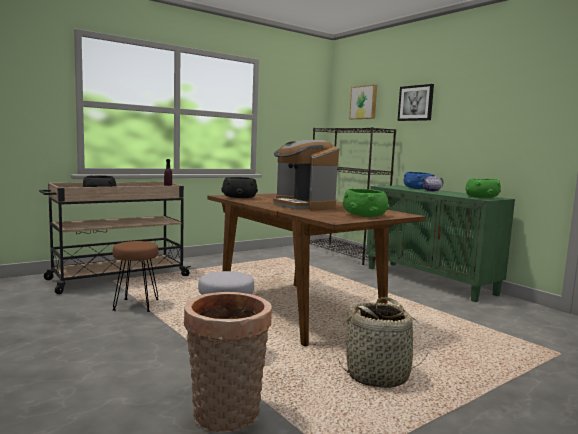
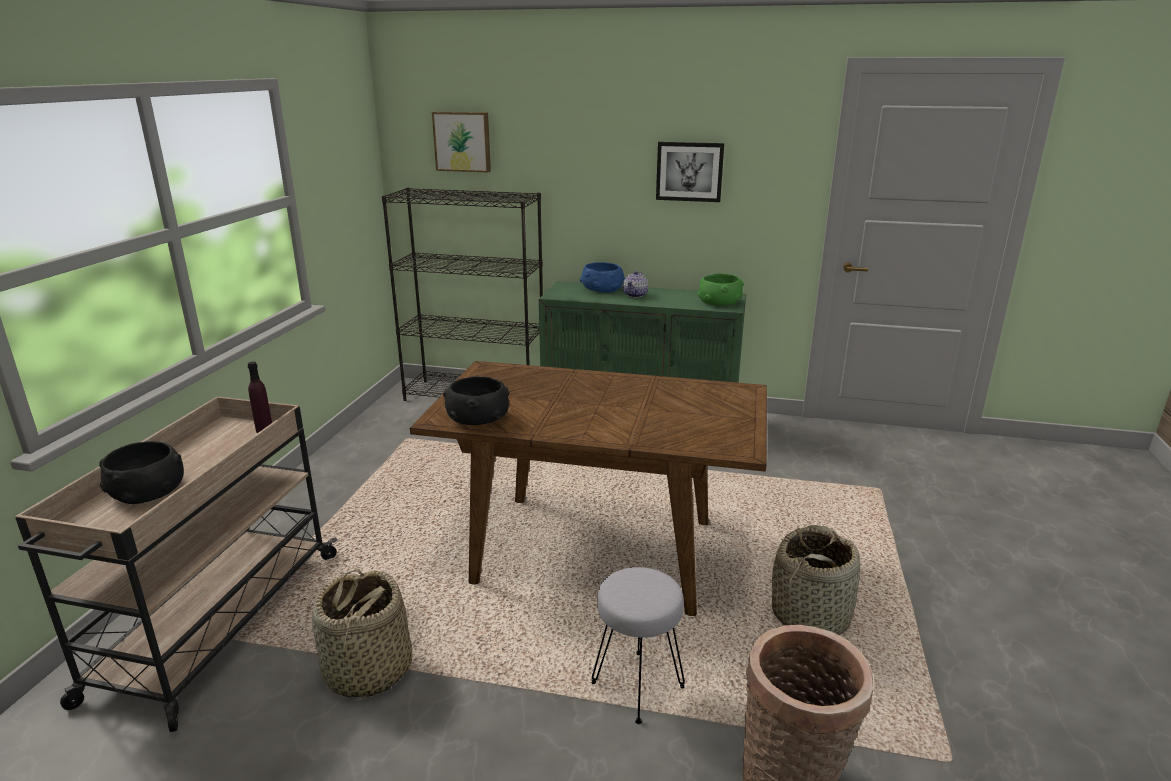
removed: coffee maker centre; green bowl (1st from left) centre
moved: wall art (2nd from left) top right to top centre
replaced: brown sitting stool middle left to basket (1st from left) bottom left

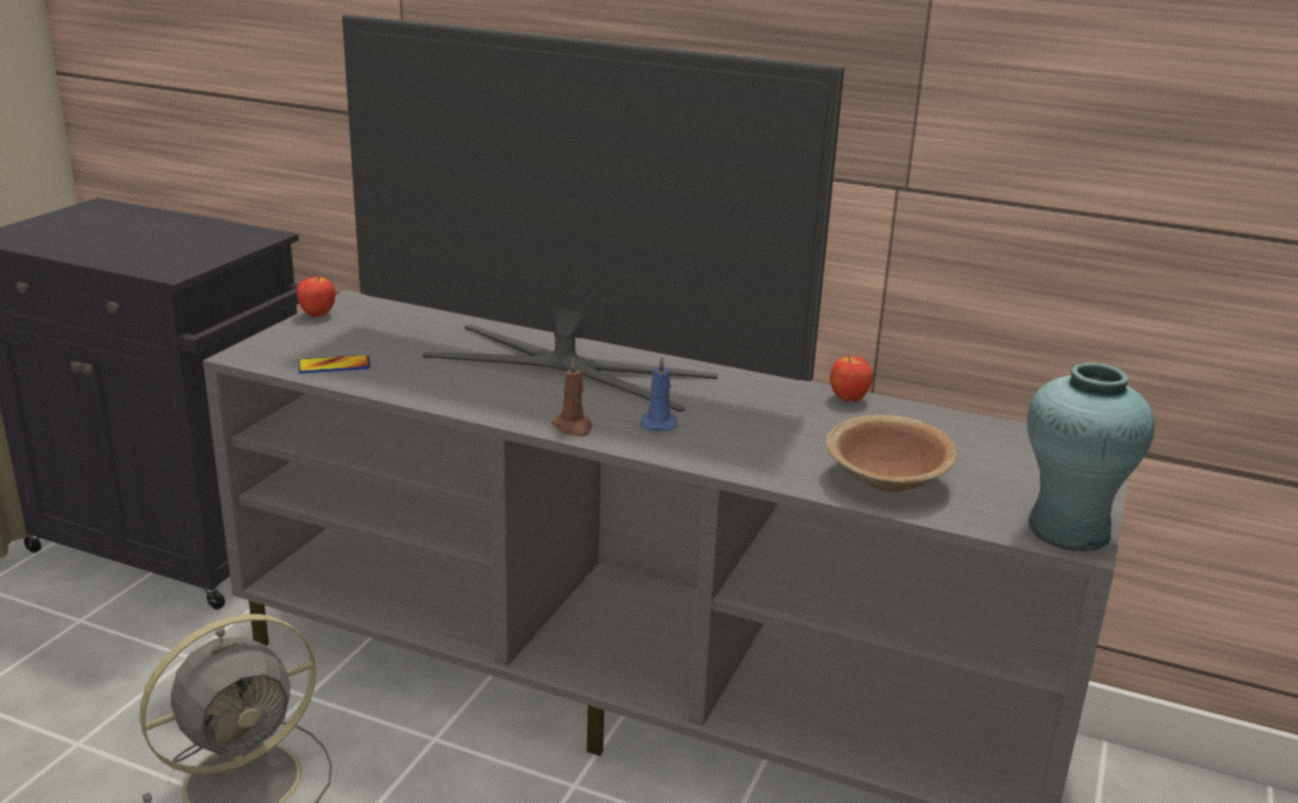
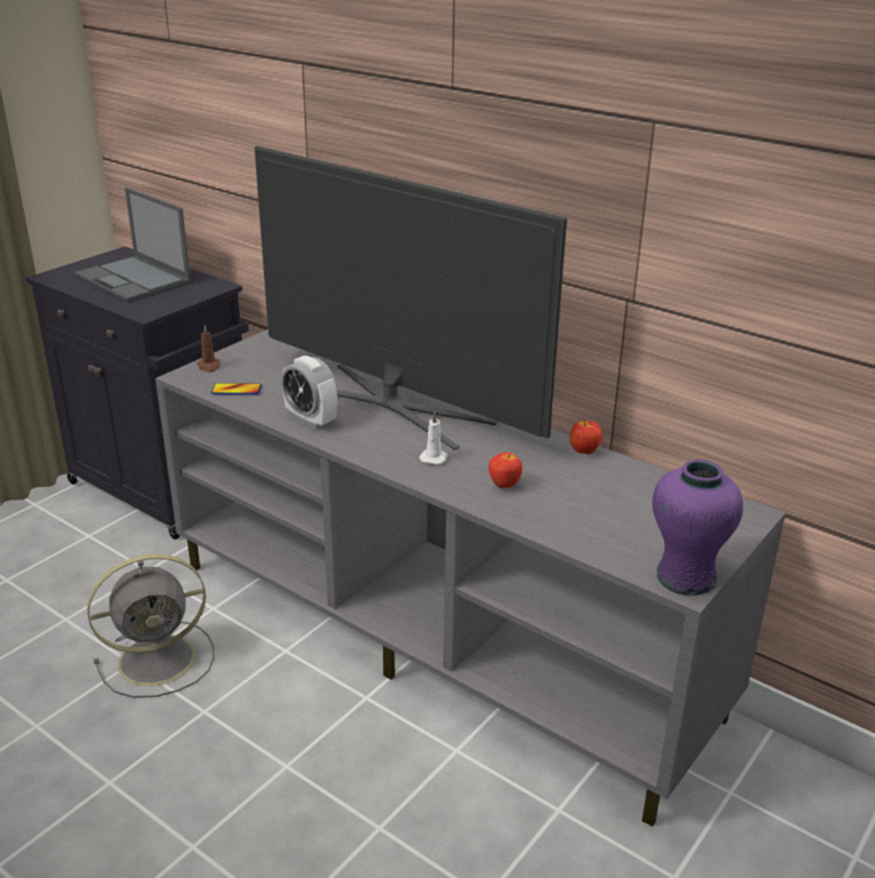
removed: brown bowl middle right
added: laptop top left; table clock centre
moved: whole apple (1st from left) middle left to centre; brown wax light centre to middle left
recoloured: blue wax light centre to white wax light centre; turquoise-coloured flower vase middle right to purplish flower vase middle right

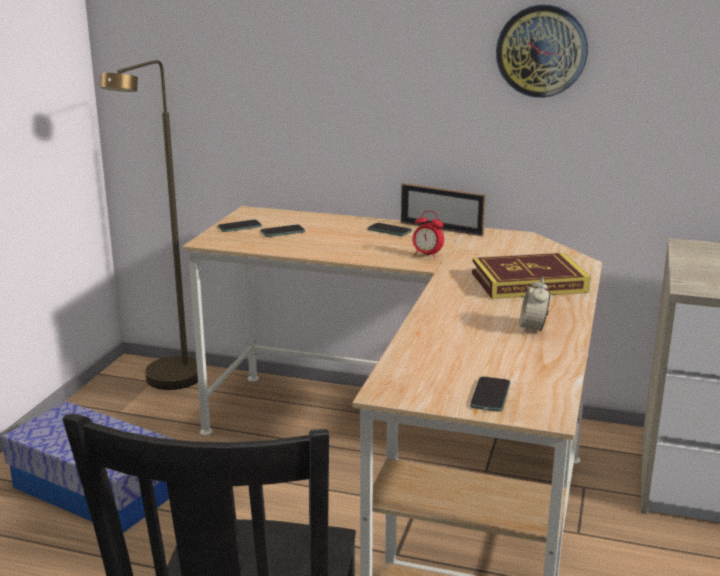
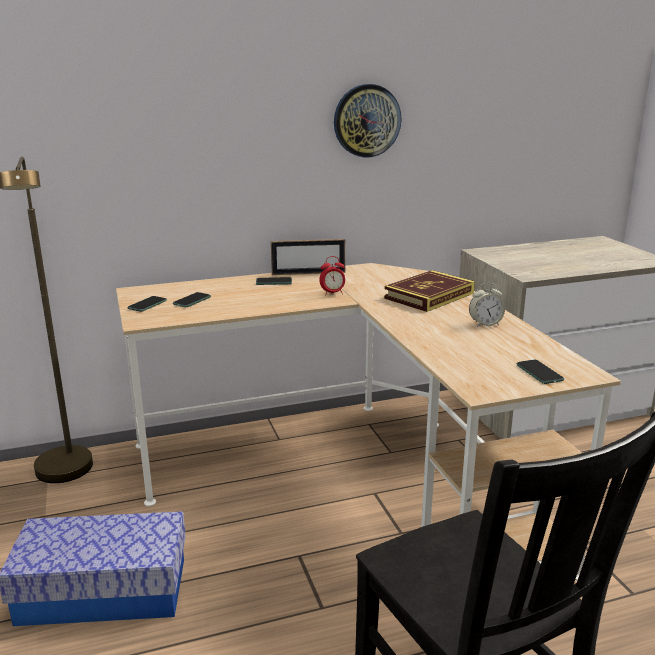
turned: table clock (2nd from left) middle right = middle right 75 degrees counterclockwise

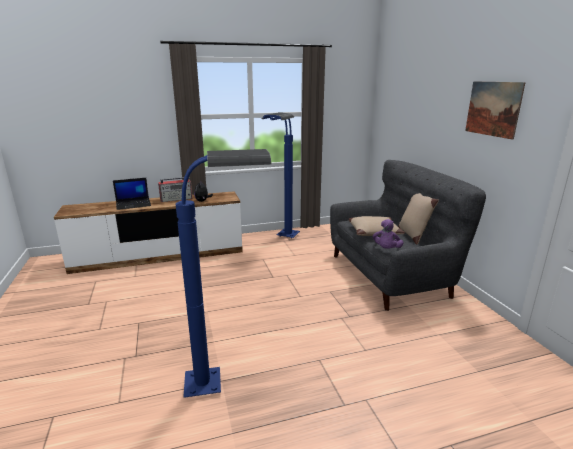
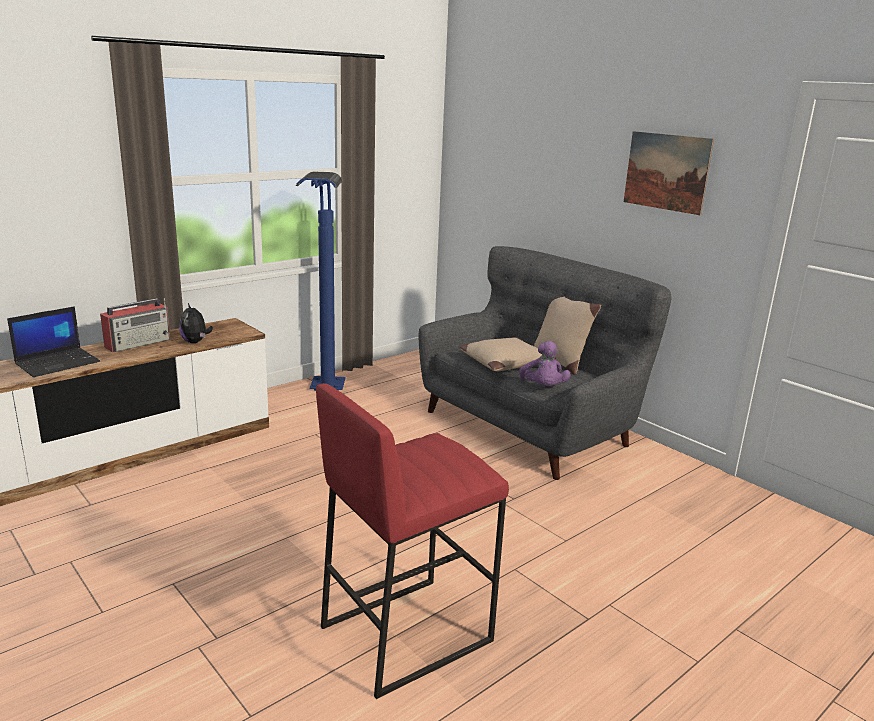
replaced: blue standing lamp (1st from left) centre to reddish sitting stool bottom centre

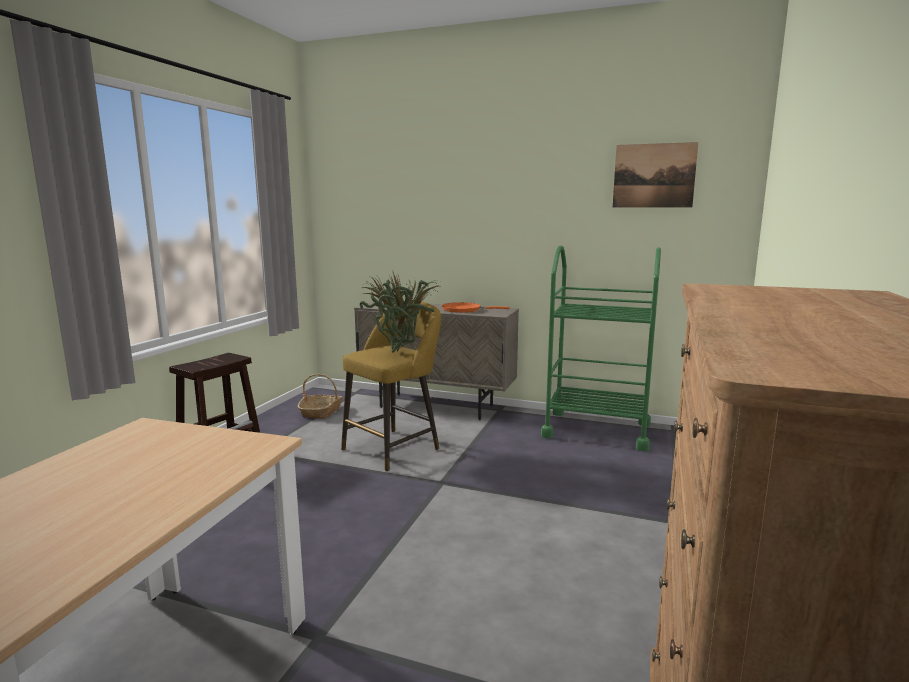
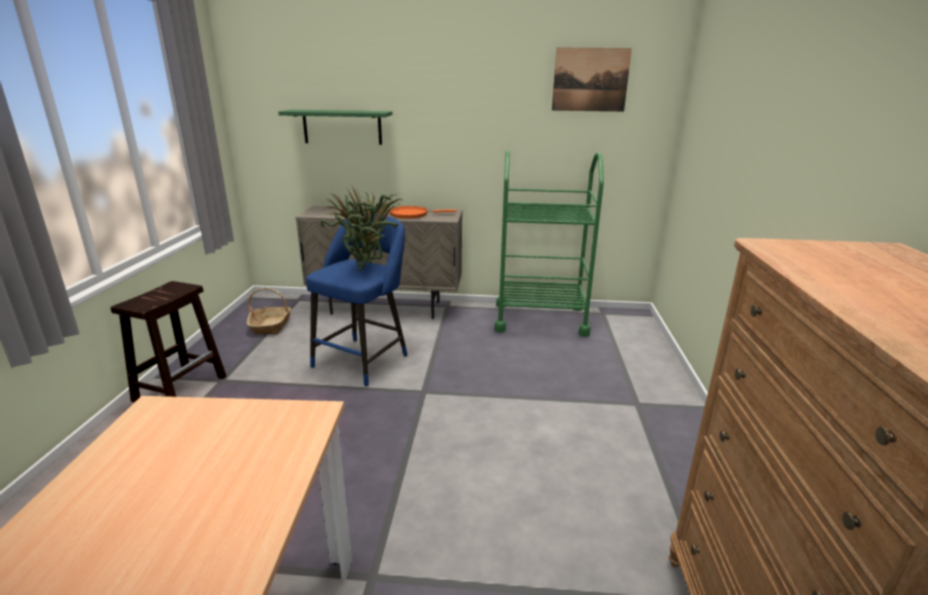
added: green wall shelf top centre
recoloured: yellowish sitting stool centre to blue sitting stool centre

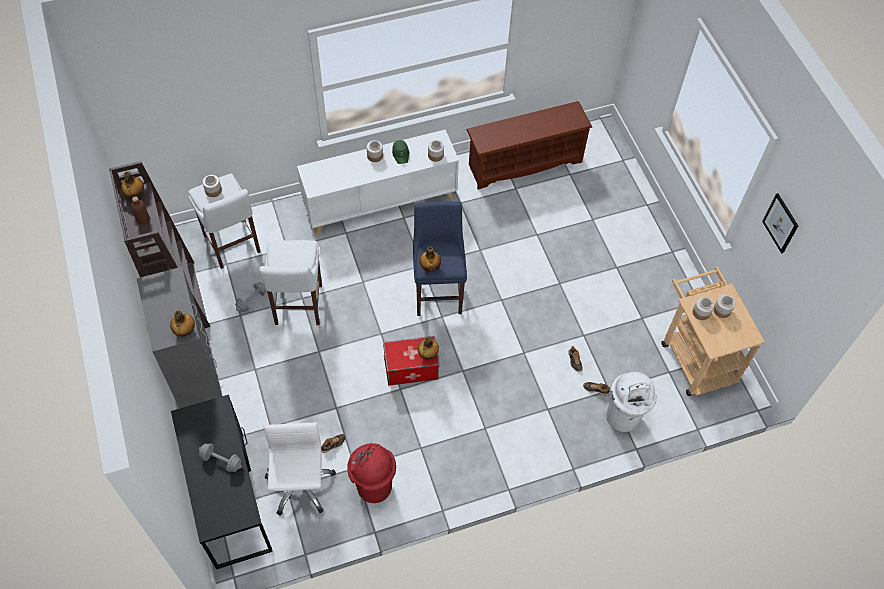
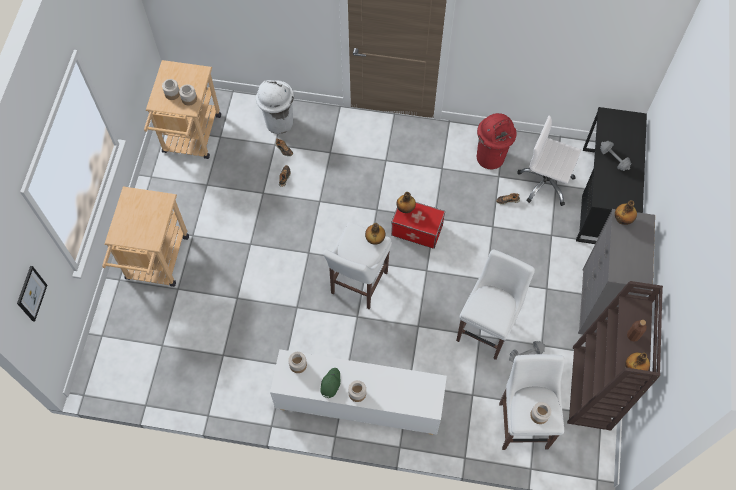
removed: brown shoe shelf top centre
added: sand-coloured wheeled cart (1st from left) middle left
moved: wall art middle right to middle left
recoloured: blue sitting stool centre to white sitting stool (1st from left) centre
turned: white office chair bottom centre = top right 90 degrees clockwise

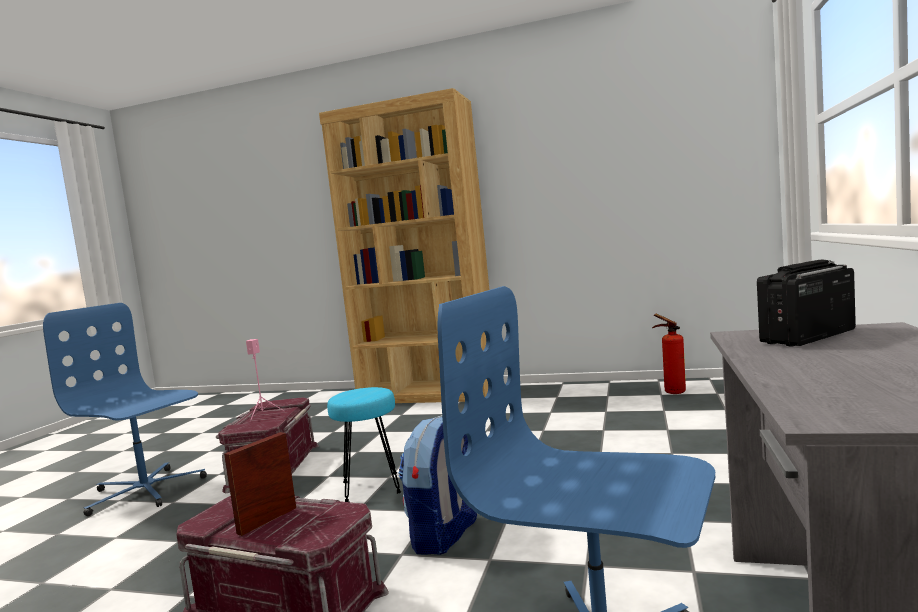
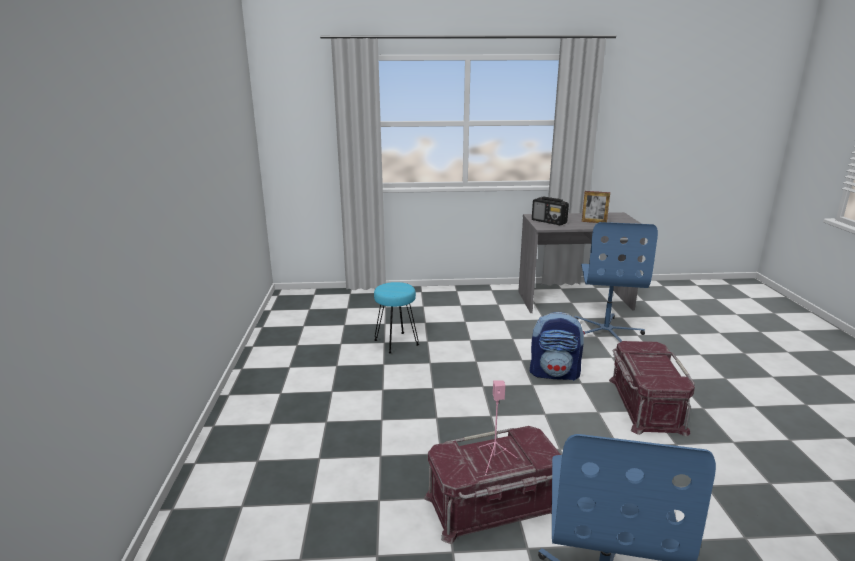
removed: brown bookcase centre; fire-fighting cylinder middle right
moved: standing frame bottom left to middle right; turquoise-coloured sitting stool bottom centre to centre

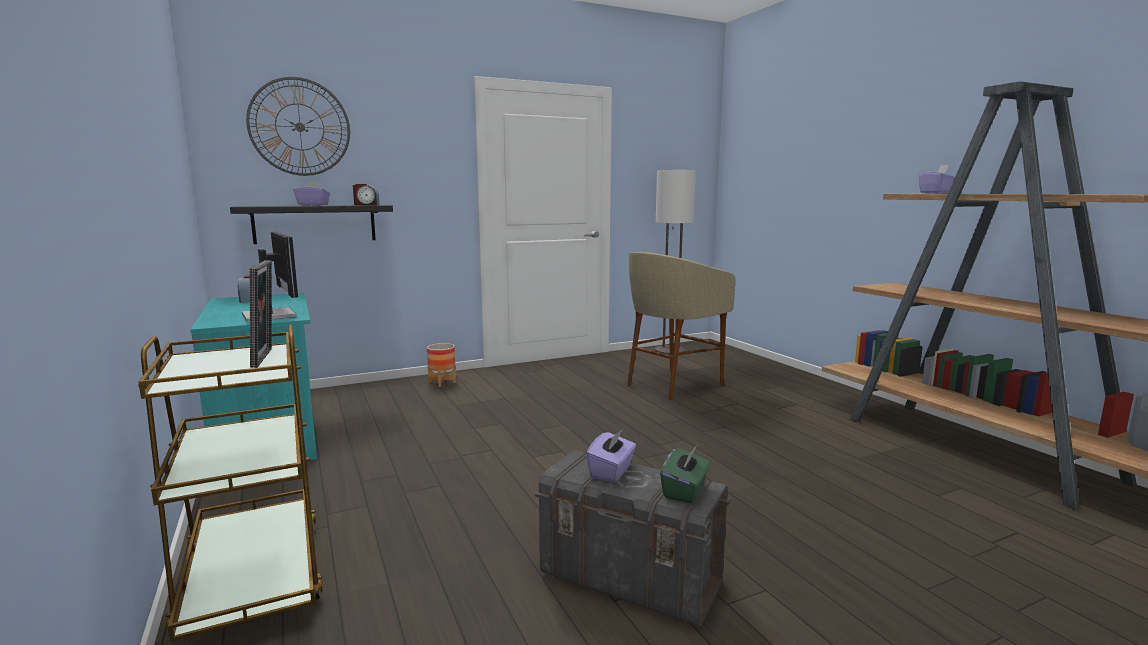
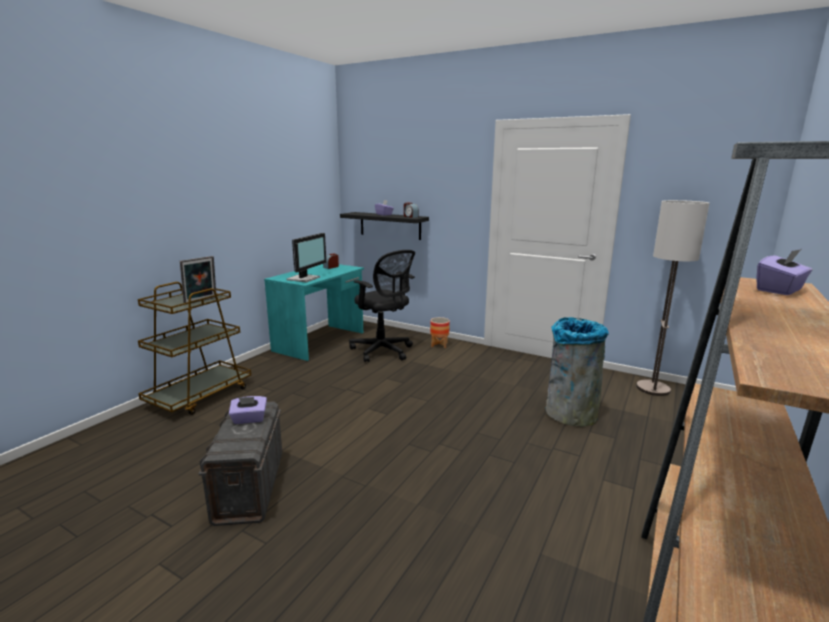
removed: hanging clock top left; green box of tissues bottom centre
added: black-coloured office chair centre
replaced: sand-coloured sitting stool centre to greyish waste bin middle right

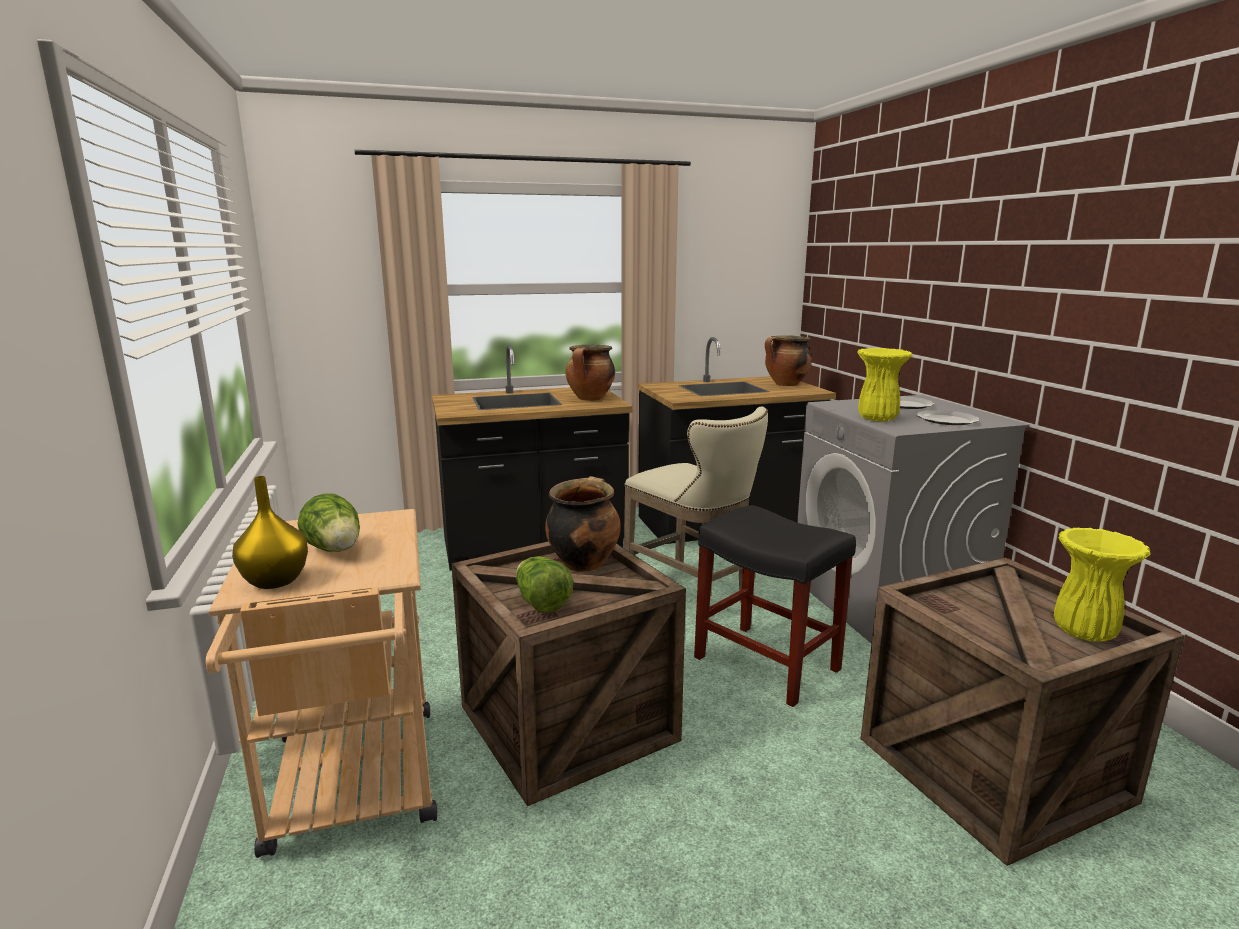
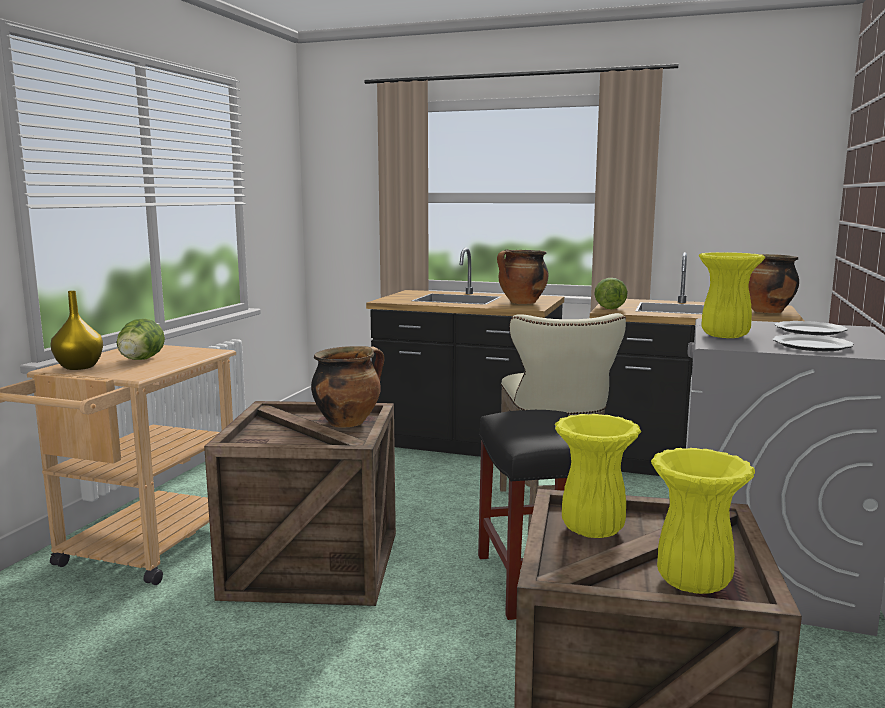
added: yellowish flower vase (2nd from left) bottom right
moved: head of lettuce (2nd from left) centre to middle right

